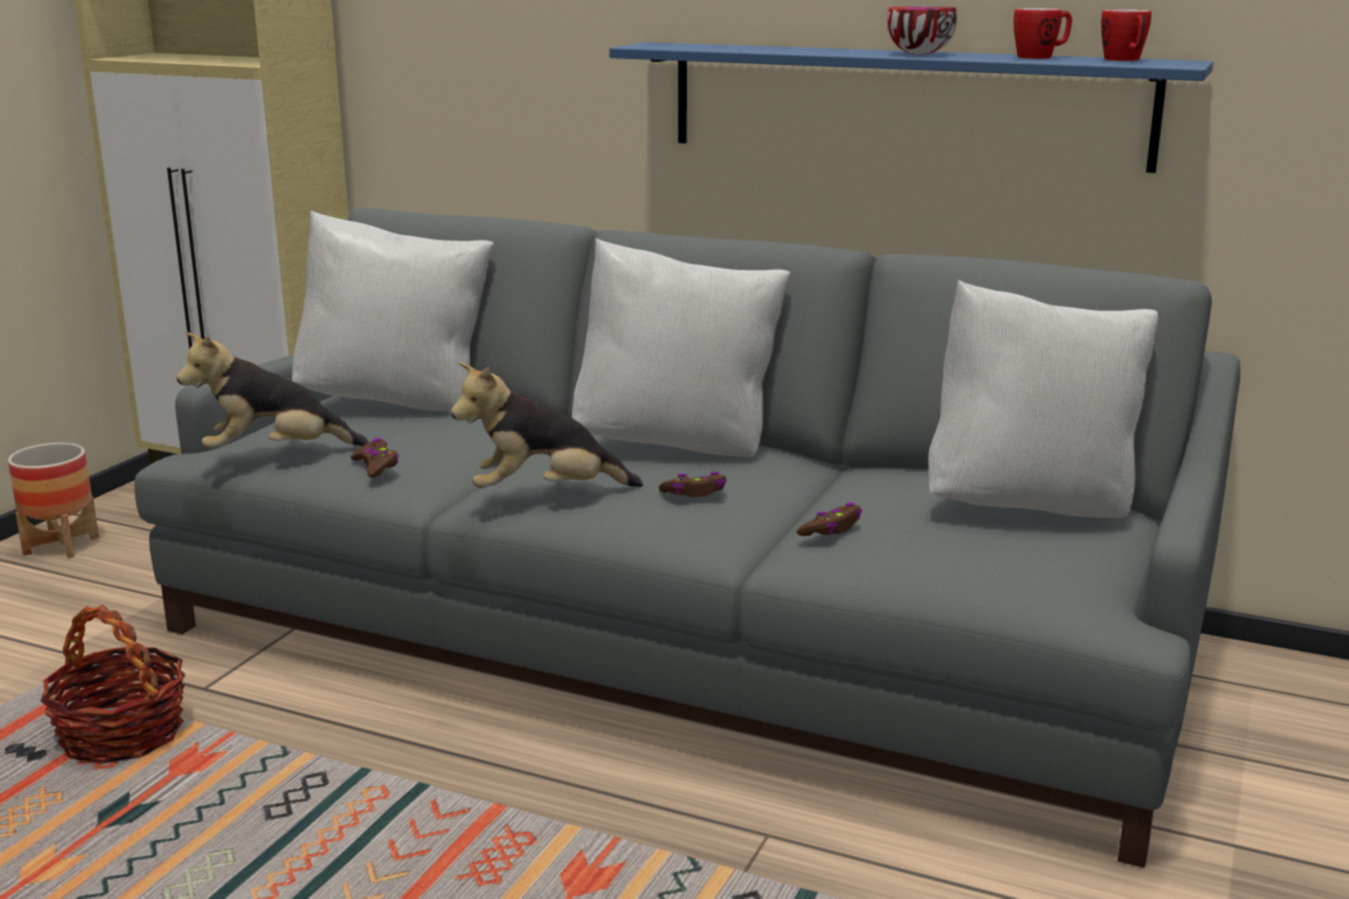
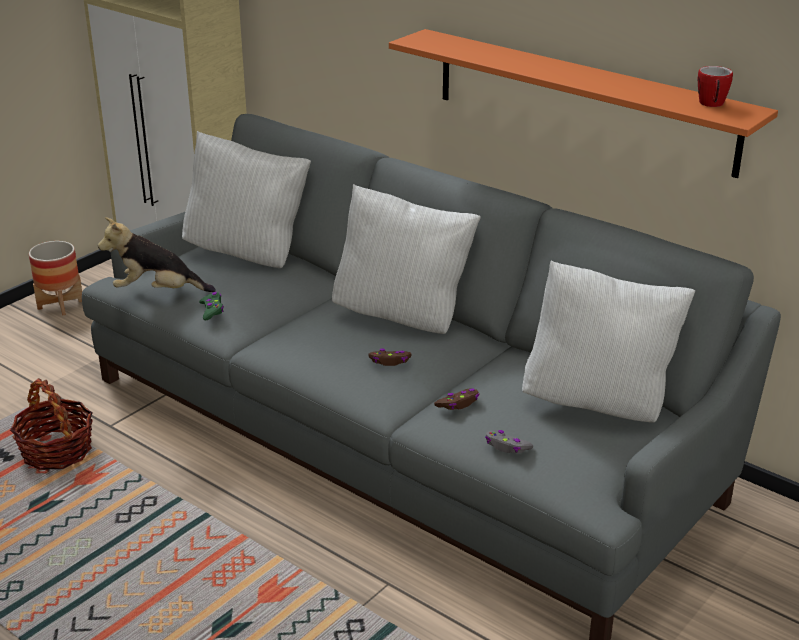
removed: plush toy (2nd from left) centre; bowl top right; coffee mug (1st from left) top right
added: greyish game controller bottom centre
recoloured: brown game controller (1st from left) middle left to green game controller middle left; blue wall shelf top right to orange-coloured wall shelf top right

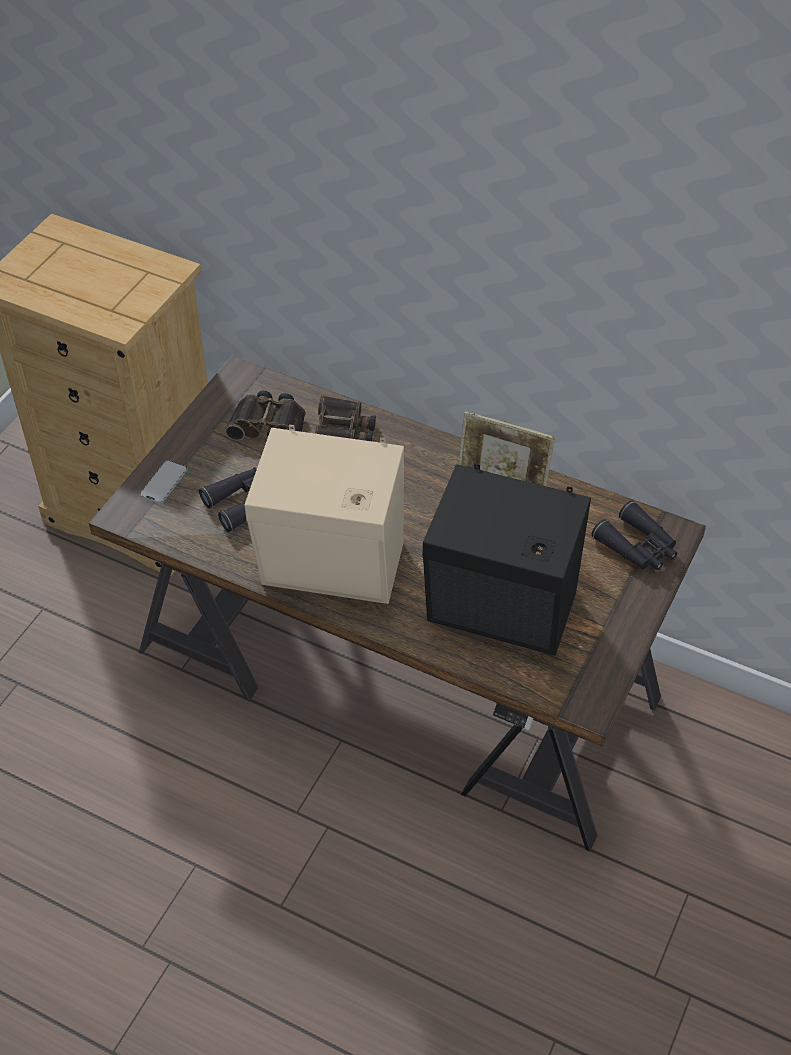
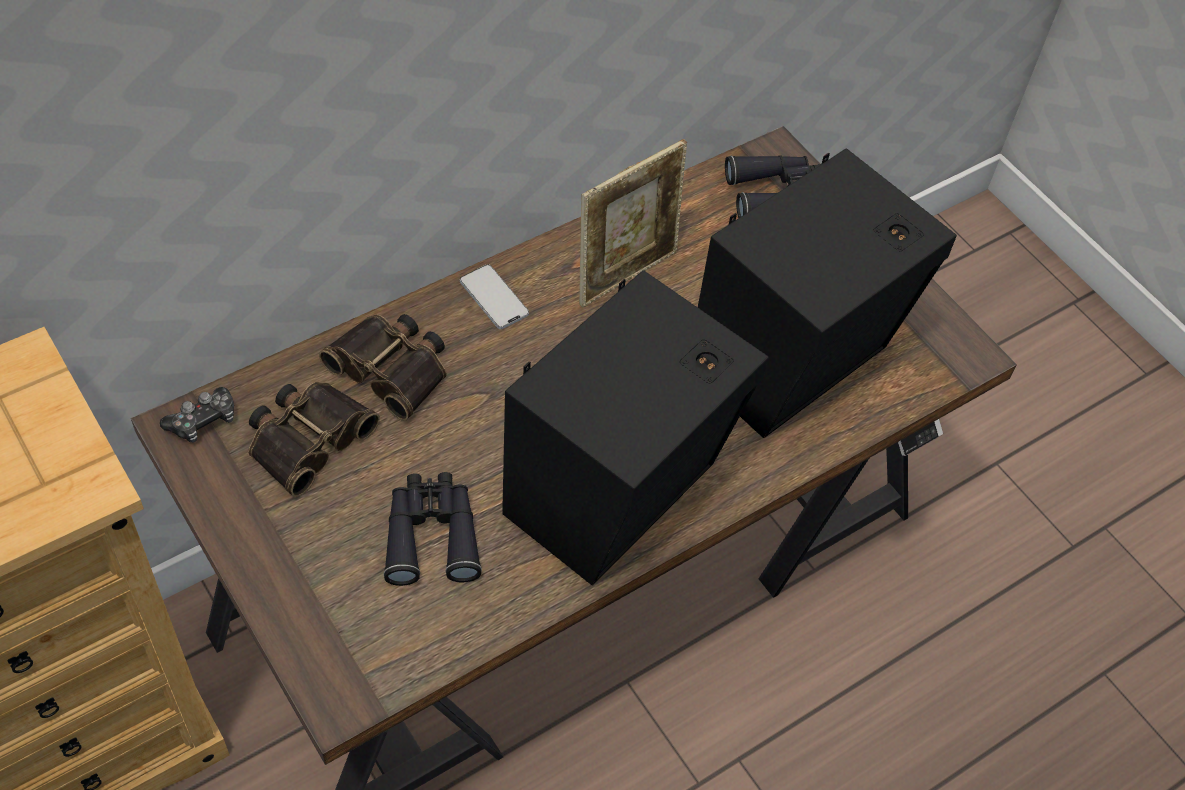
added: game controller middle left
moved: phone middle left to centre
recoloured: sand-coloured speaker centre to black-coloured speaker (1st from left) centre

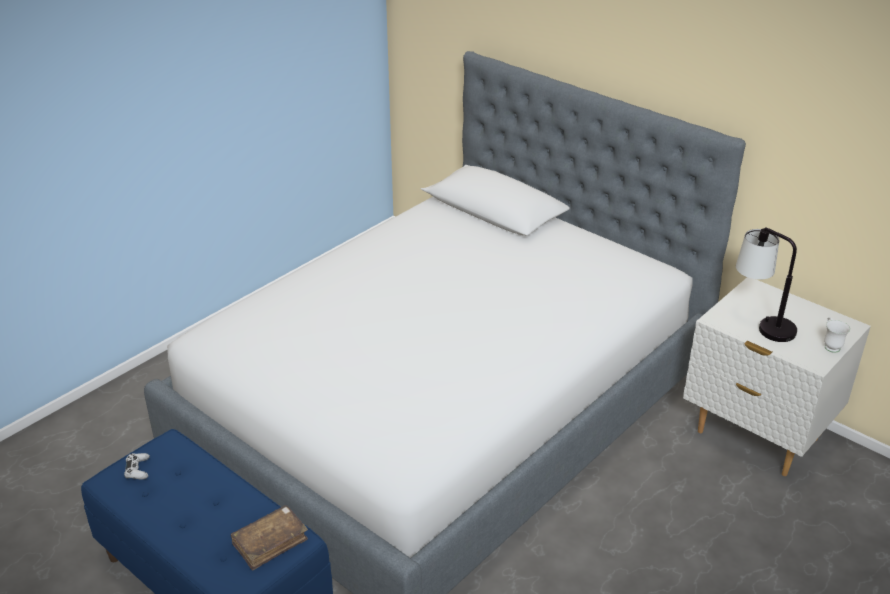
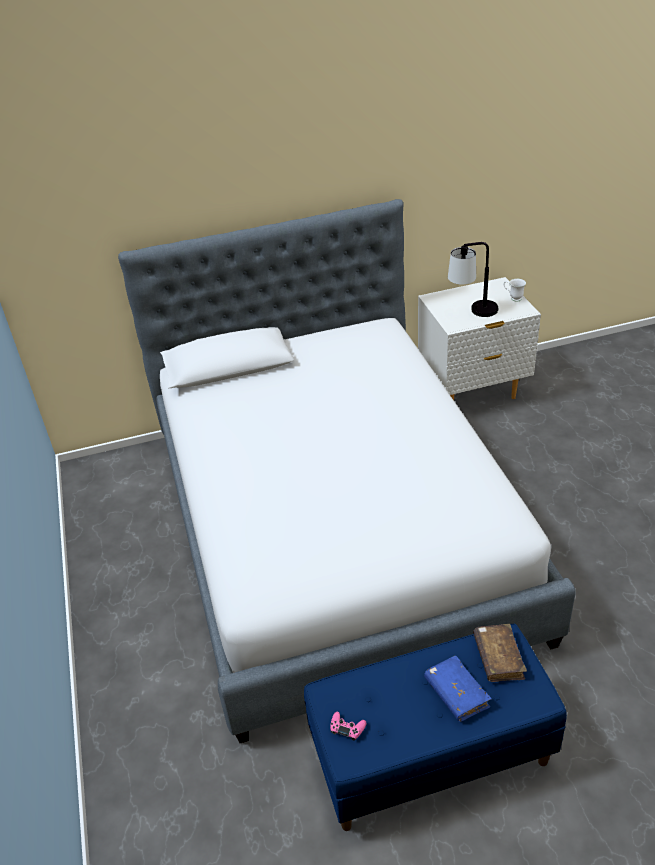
added: blue volume bottom right
recoloured: white game controller bottom left to pinkish game controller bottom centre

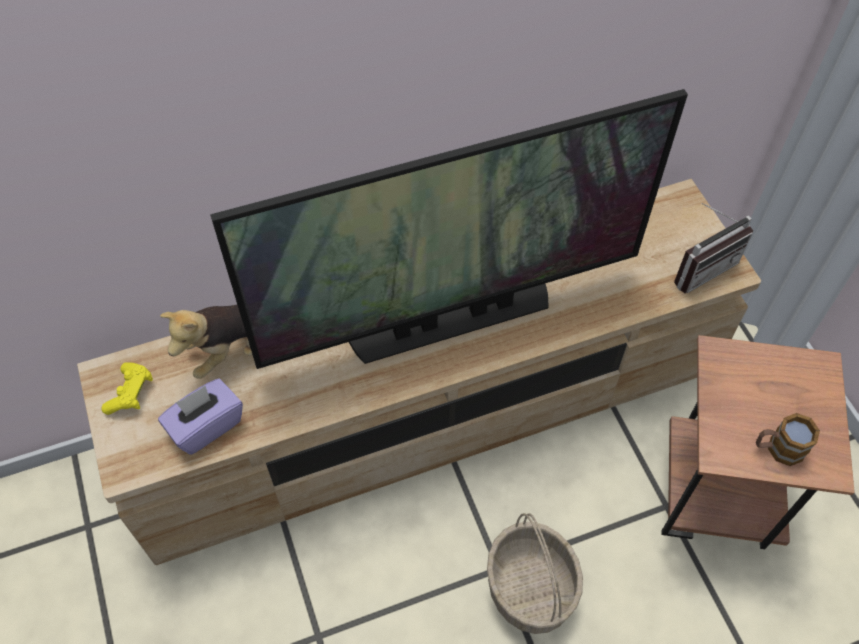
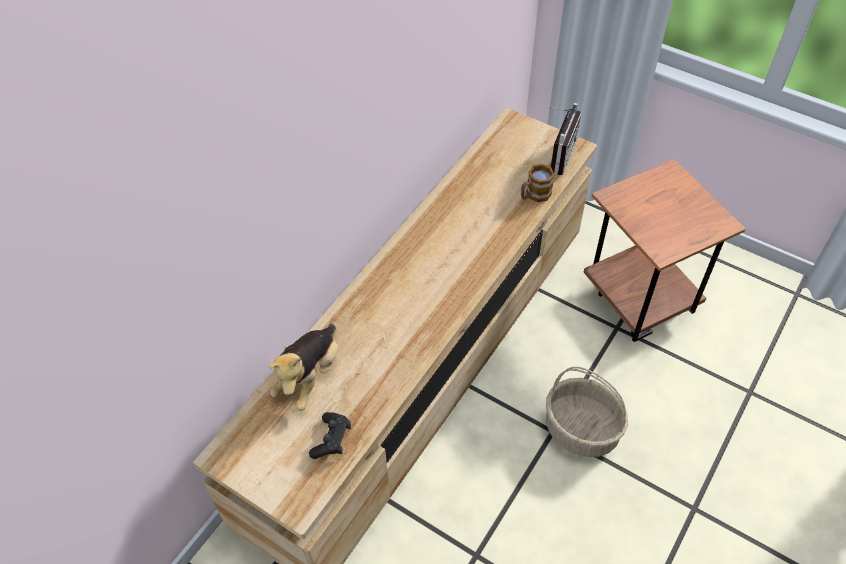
removed: yellowish game controller middle left; TV set centre
moved: coffee mug bottom right to top centre
replaced: purplish box of tissues middle left to black-coloured game controller bottom centre

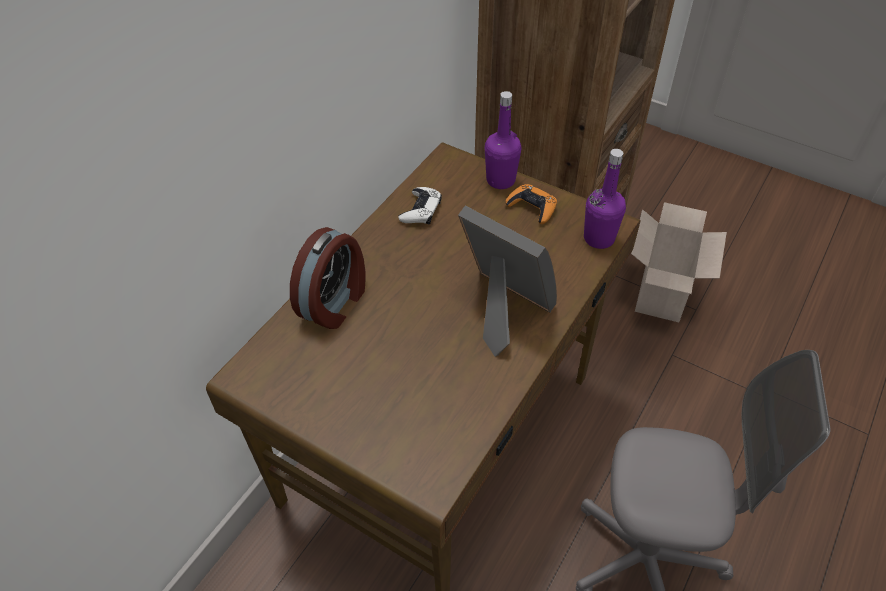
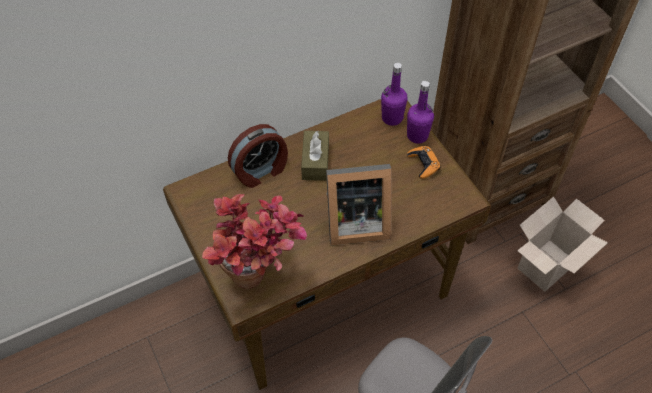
removed: white game controller centre
added: plant in a pot centre; brown box of tissues centre
moved: purplish drink bottle (2nd from left in the first image) middle right to purplish drink bottle (1st from left) top centre
turned: standing frame centre = centre 105 degrees clockwise

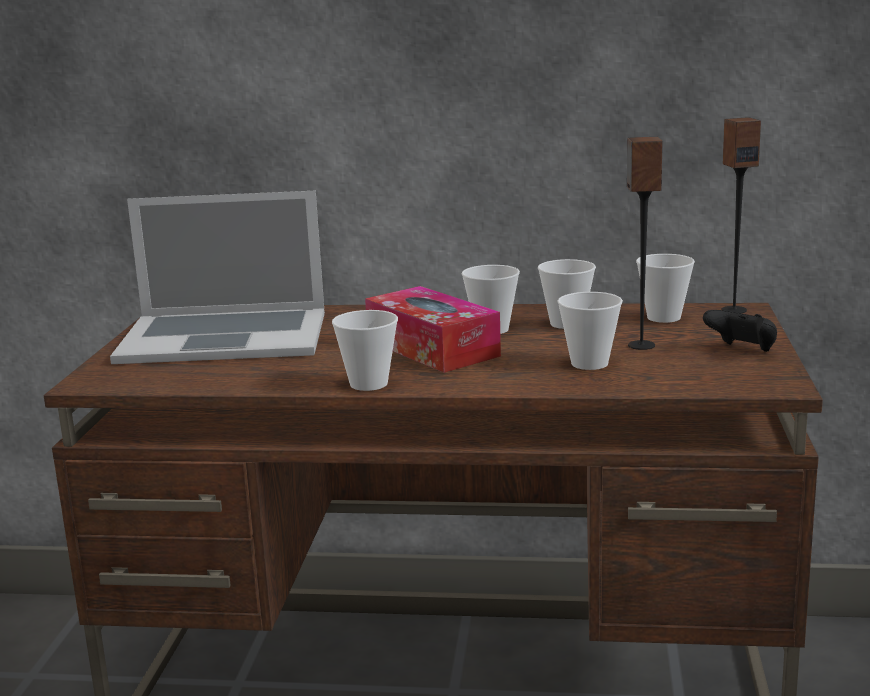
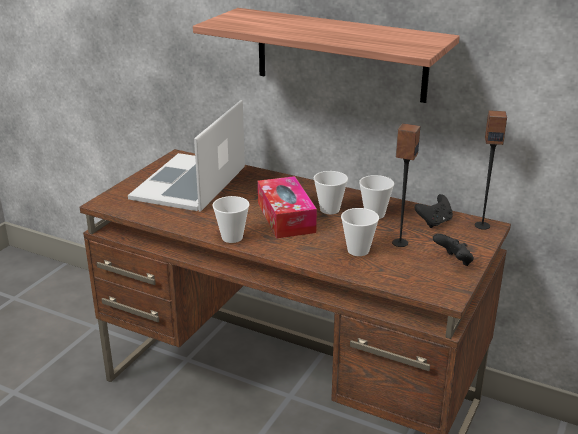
added: wall shelf top centre
replaced: small cup (5th from left) middle right to black-coloured game controller (1st from left) middle right
turned: laptop middle left = middle left 90 degrees clockwise

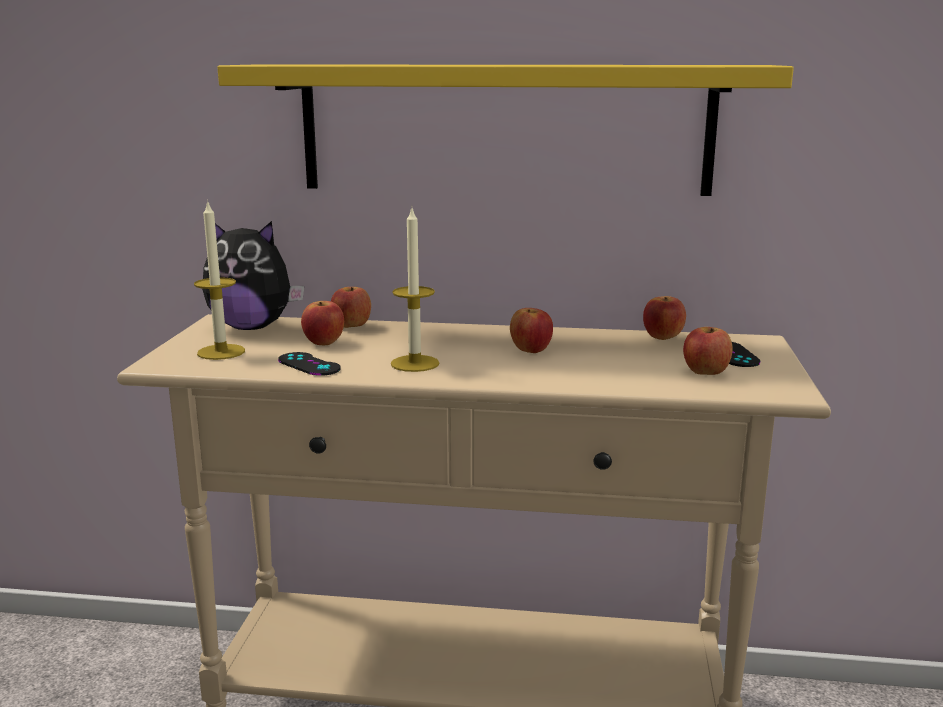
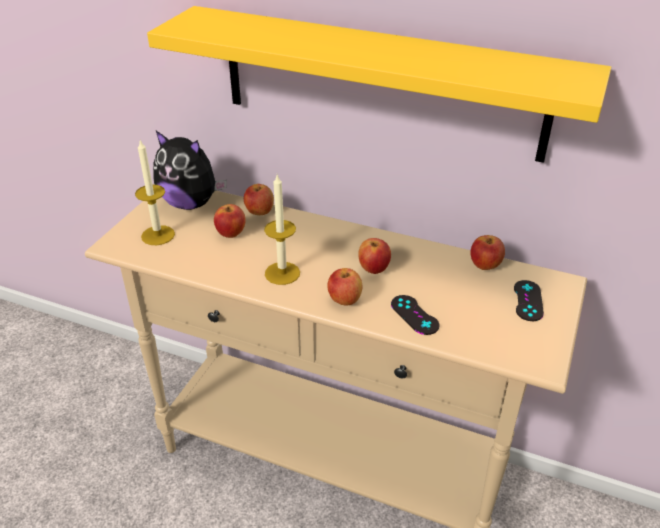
moved: black-coloured game controller (1st from left) middle left to centre; whole apple (5th from left in the first image) middle right to whole apple (3rd from left) centre

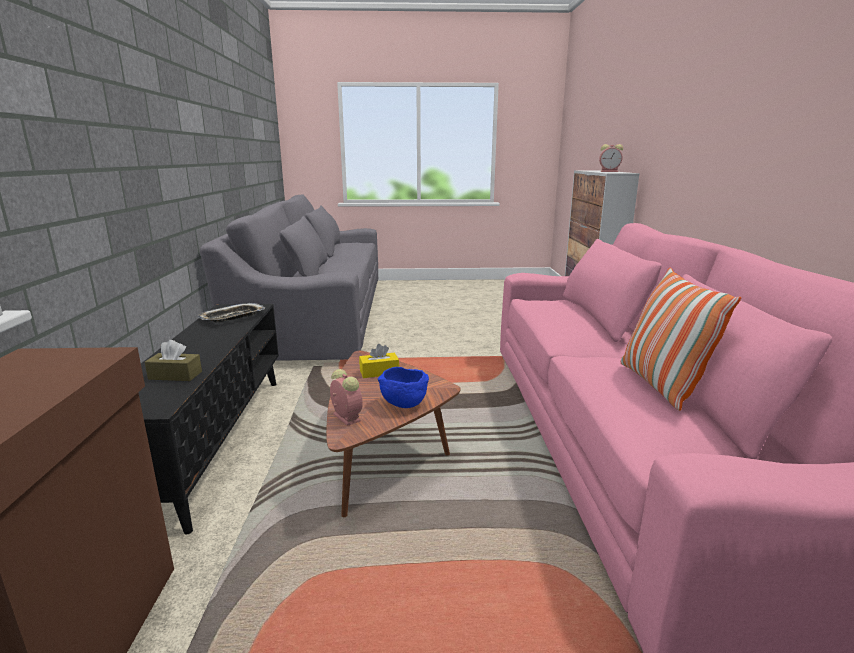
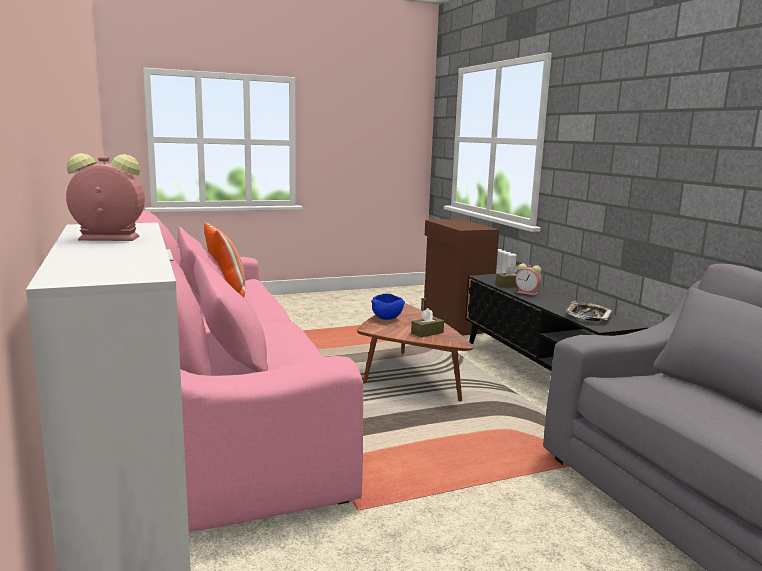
moved: table clock (1st from left in the first image) centre to table clock (2nd from left) middle right
recoloured: yellowish box of tissues centre to brown box of tissues (1st from left) centre

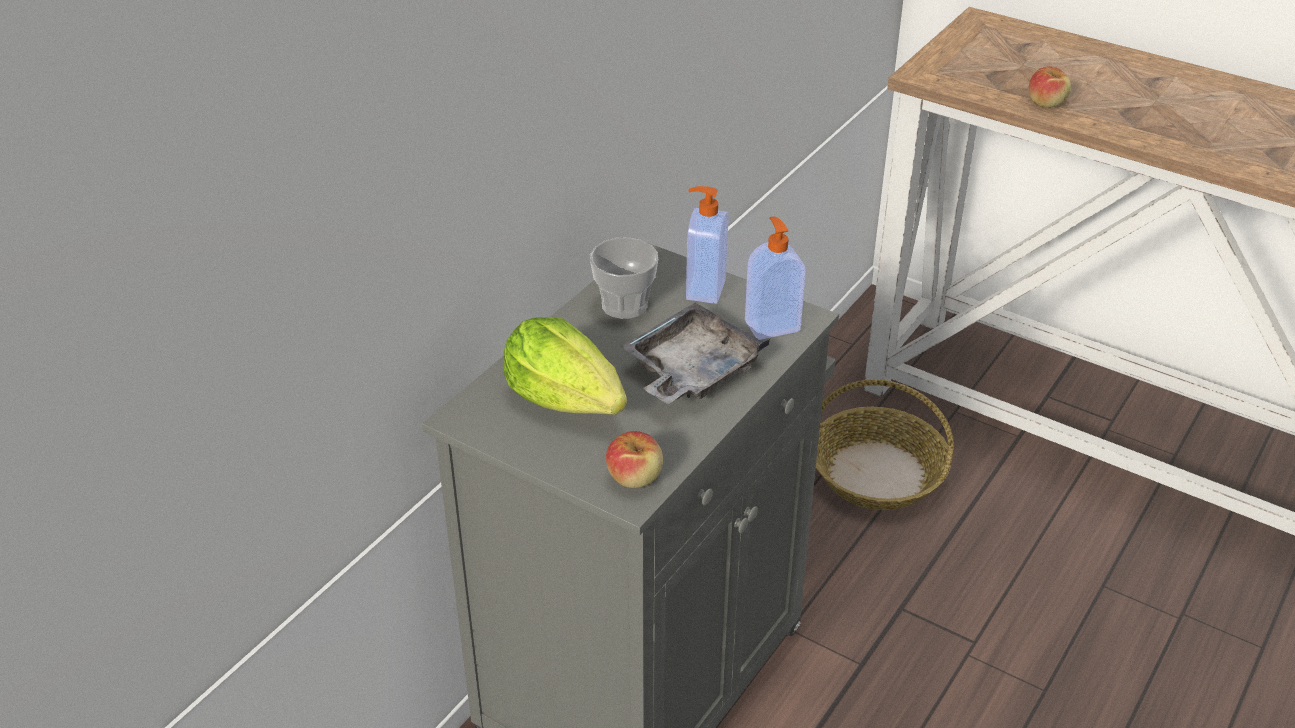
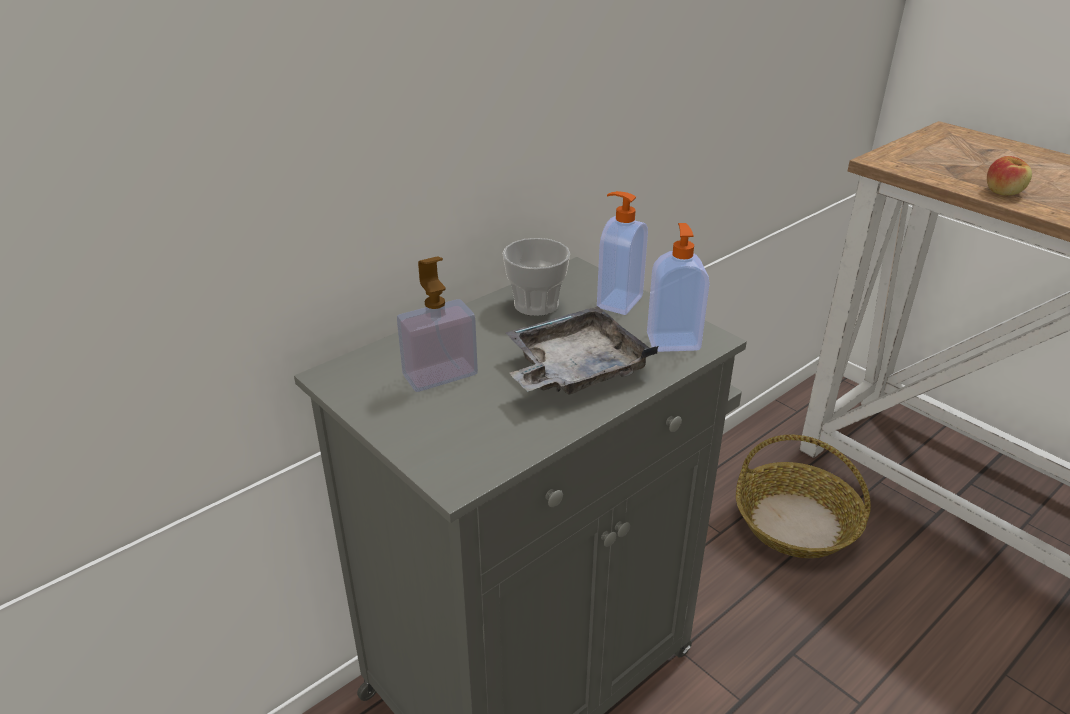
removed: whole apple (1st from left) centre
replaced: head of lettuce centre to liquid soap bottle (1st from left) centre

